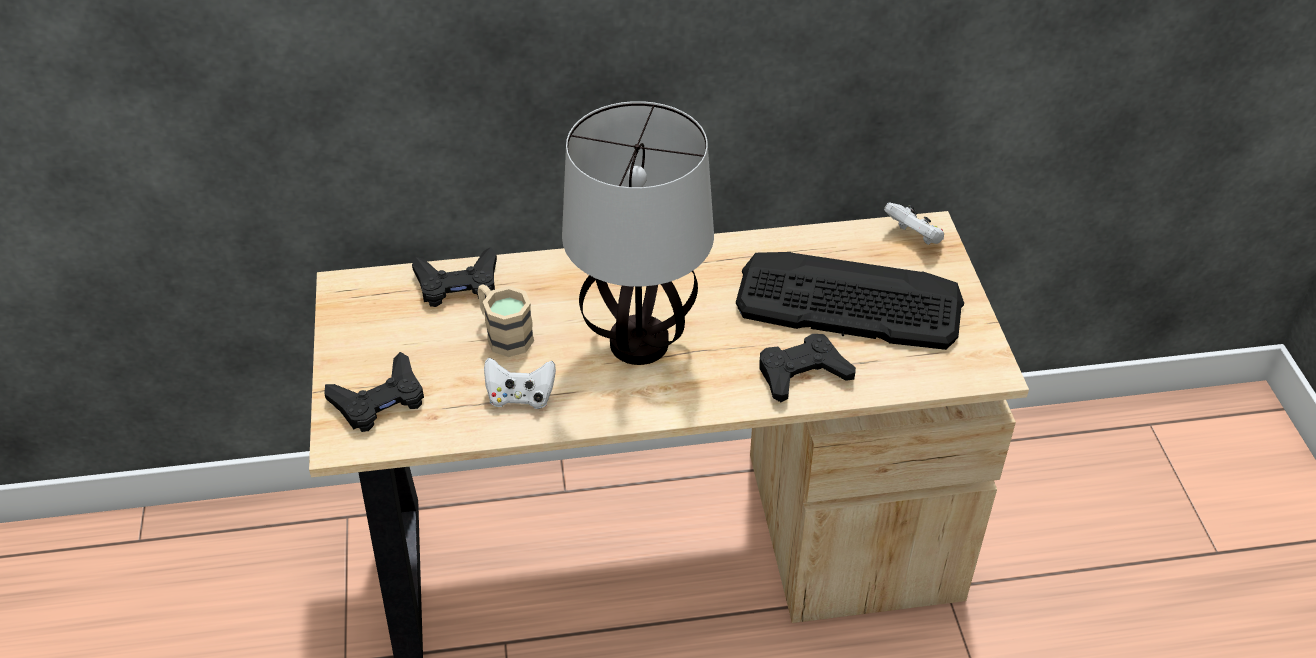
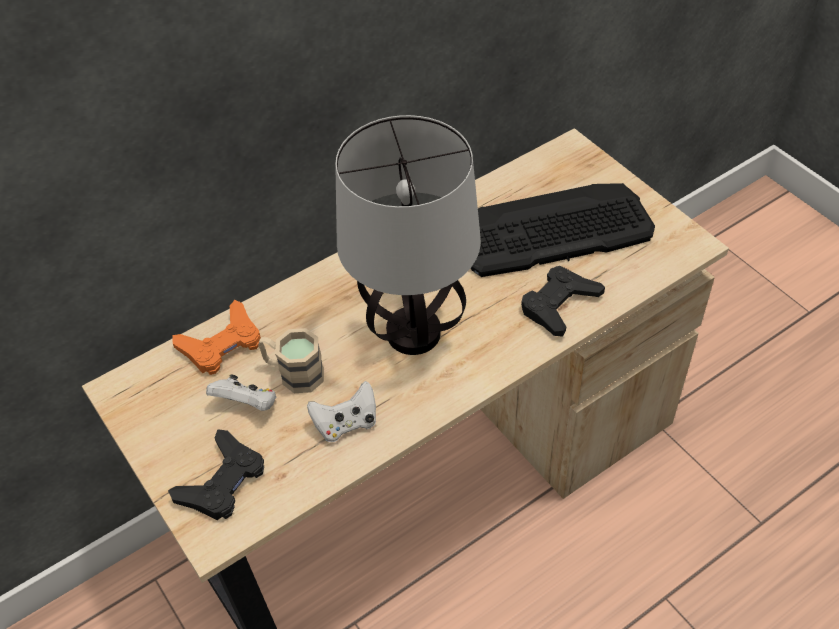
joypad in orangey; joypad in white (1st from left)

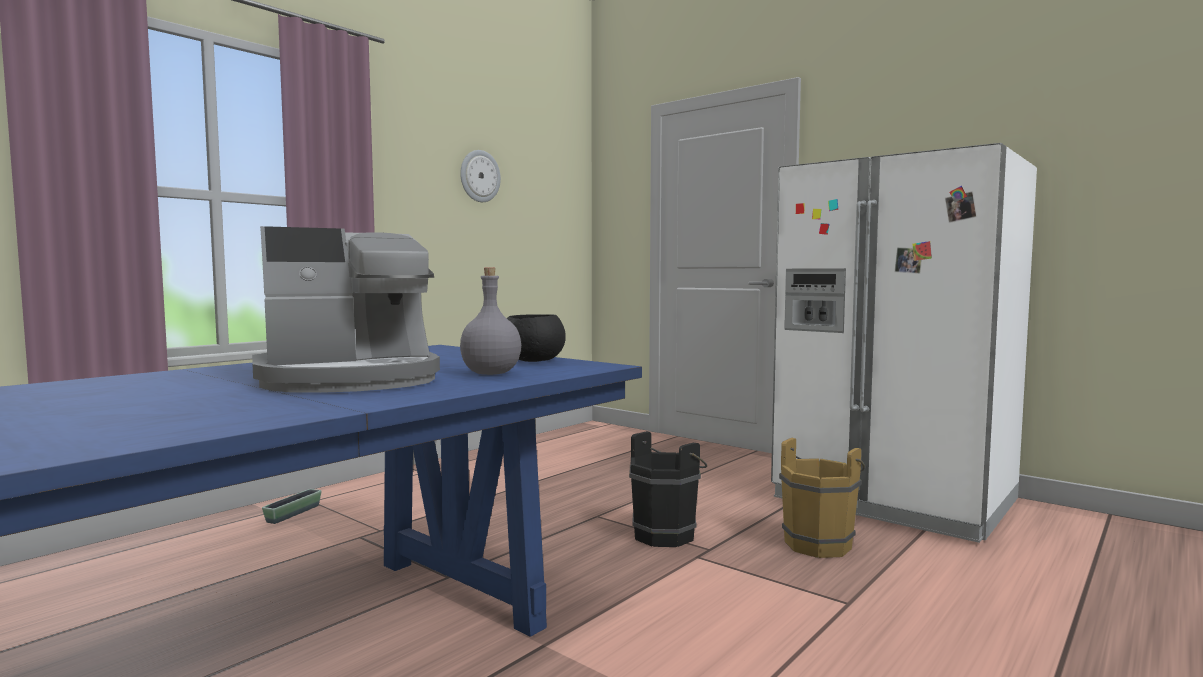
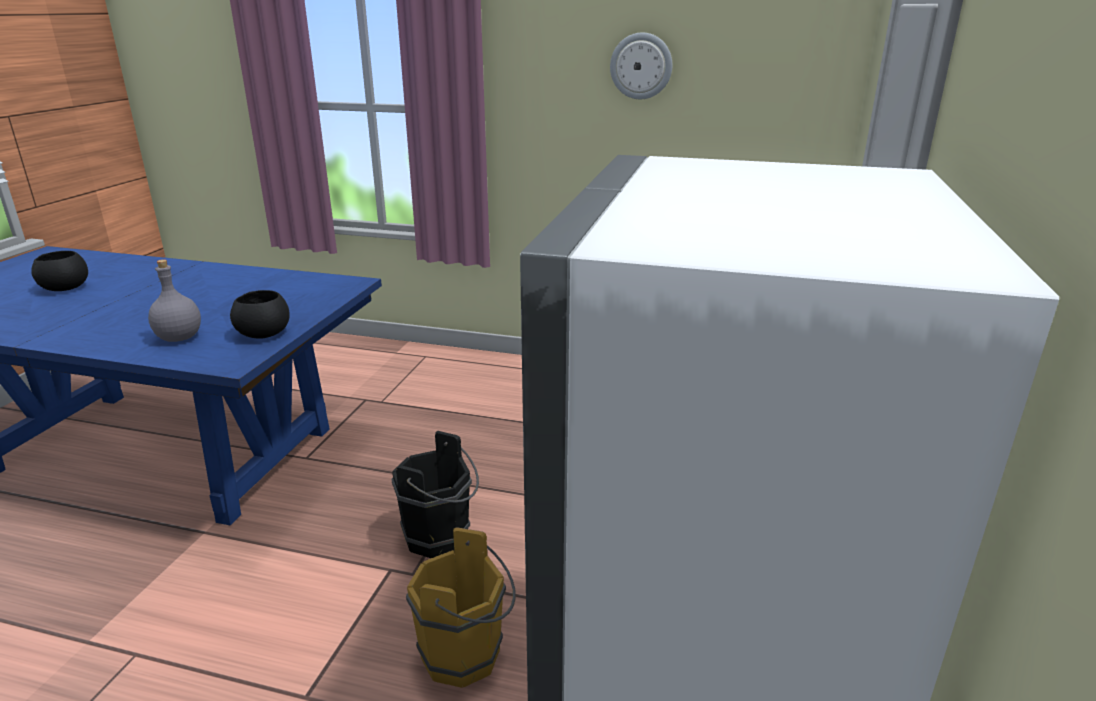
coffee machine; plant pot; serving bowl in blackish (1st from left)

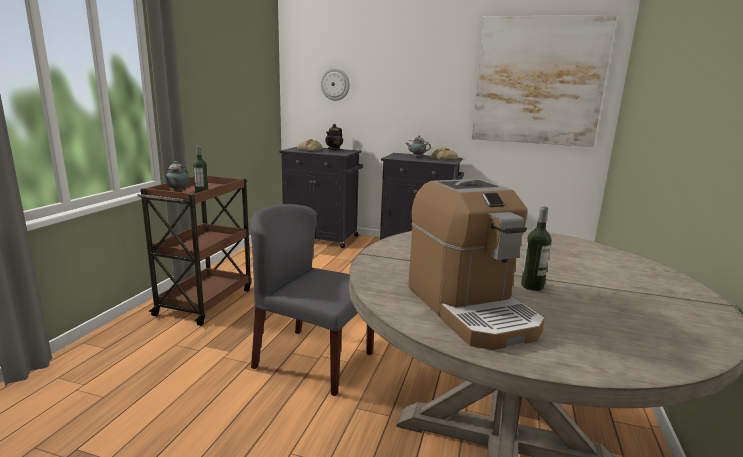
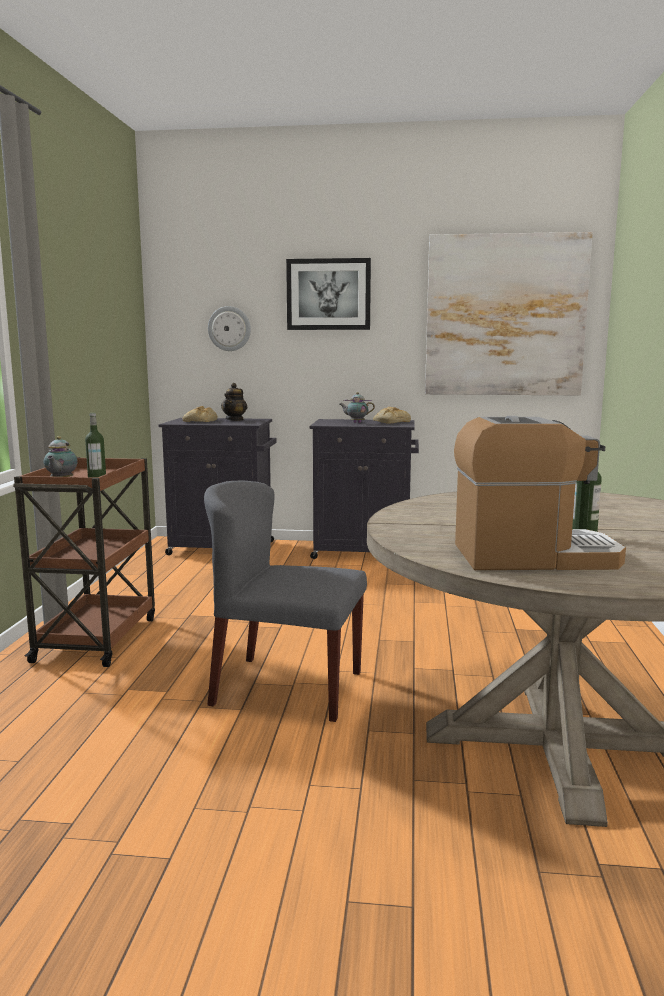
coffee machine; picture (1st from left)

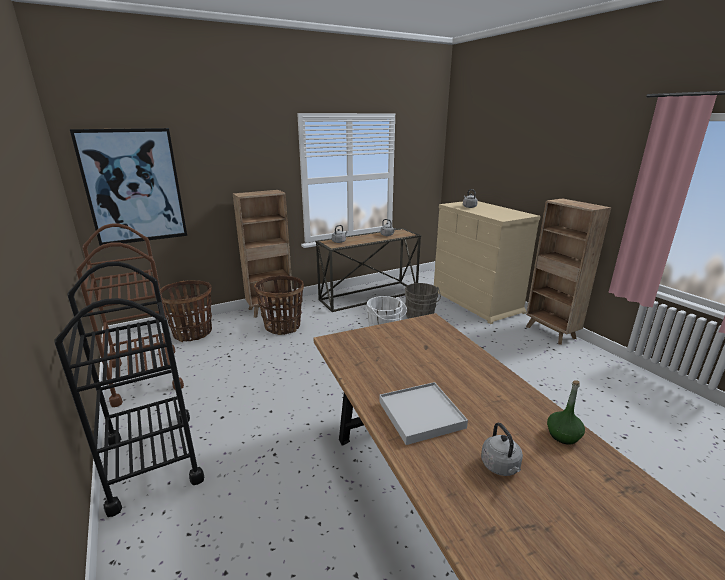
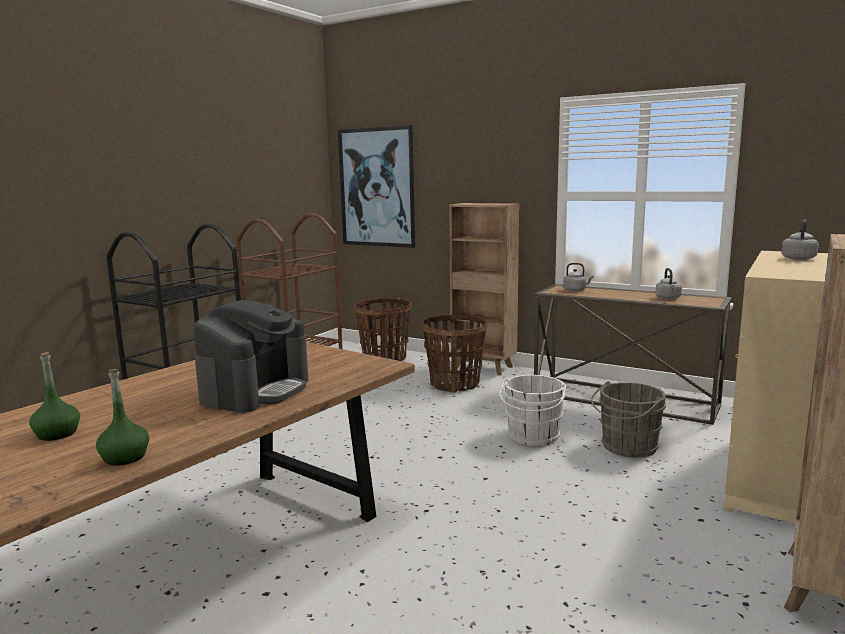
serving tray in white; beverage bottle in green-coloured (1st from left); coffee machine

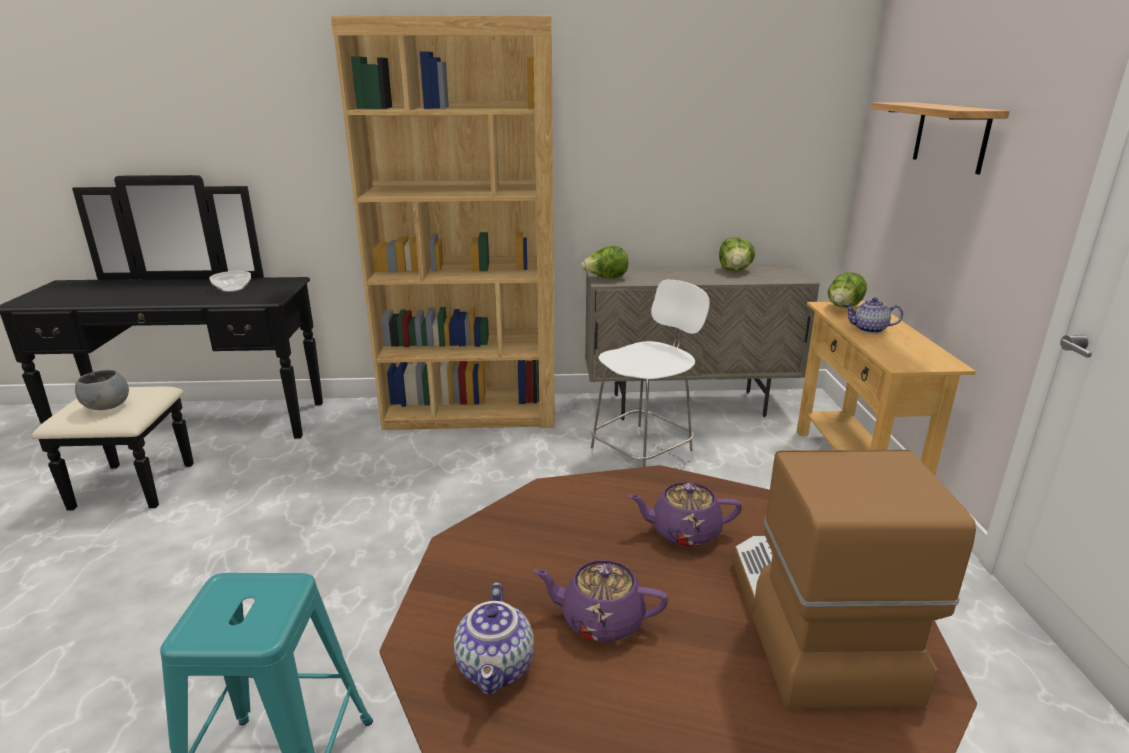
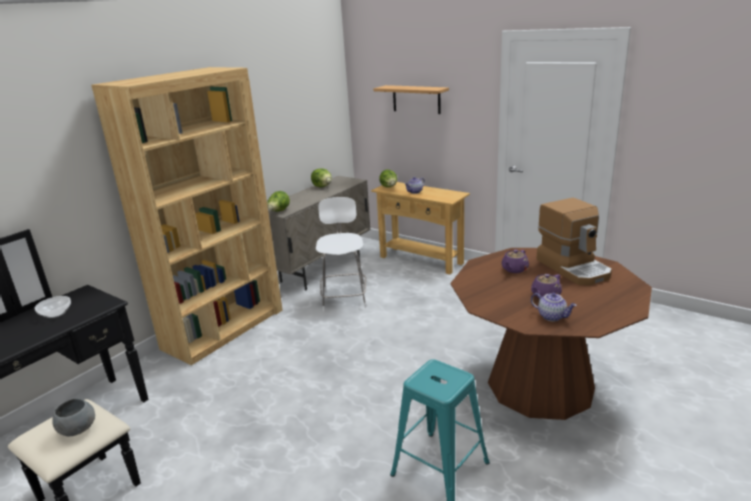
coffee machine

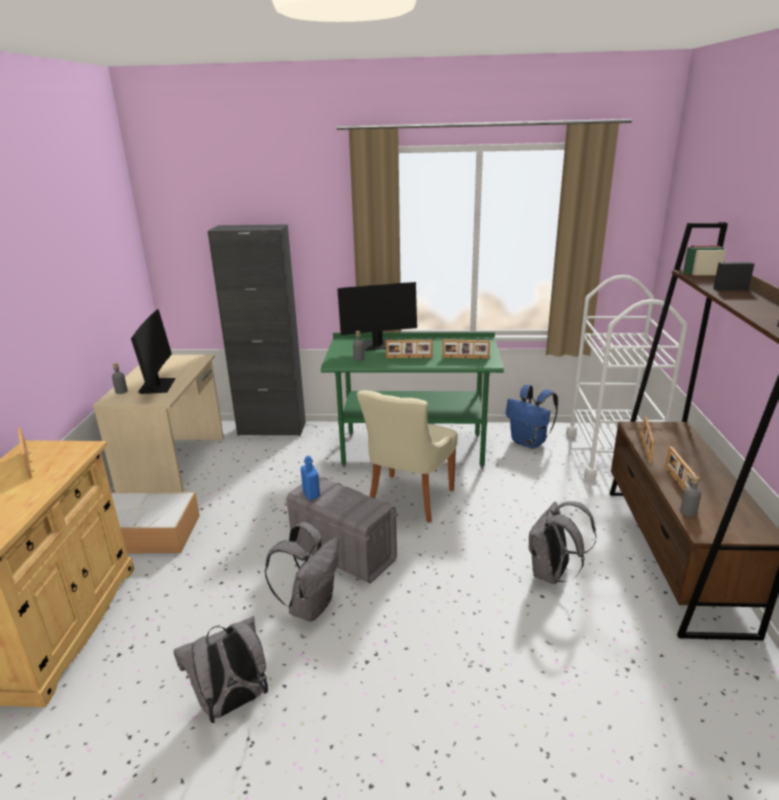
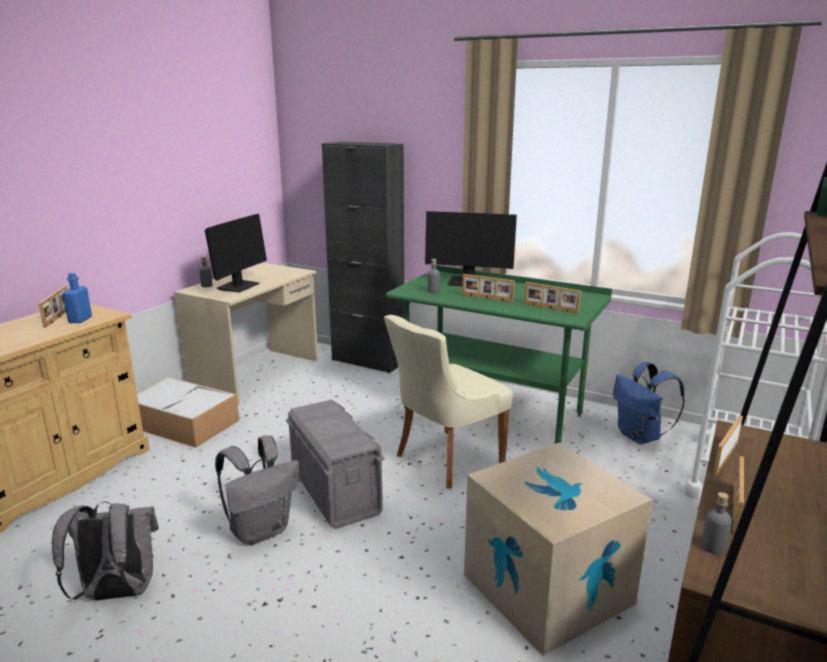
beverage bottle in blue-coloured; packing box

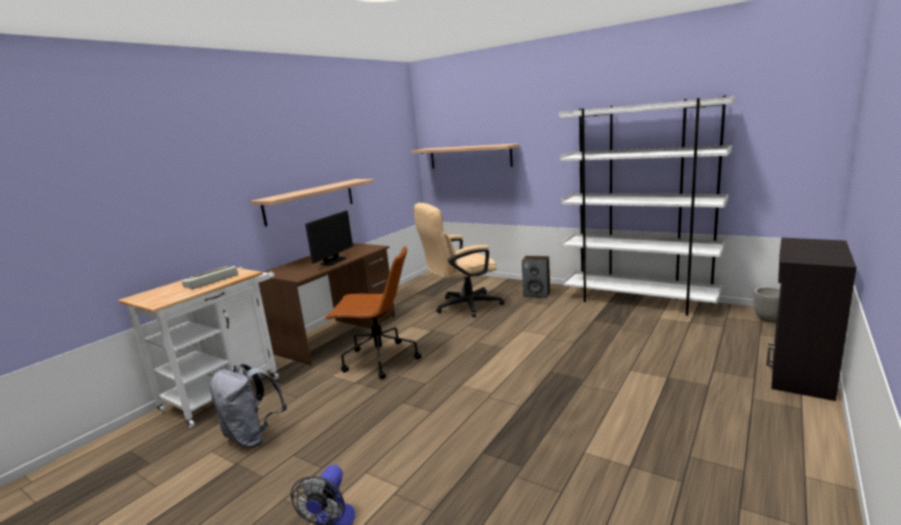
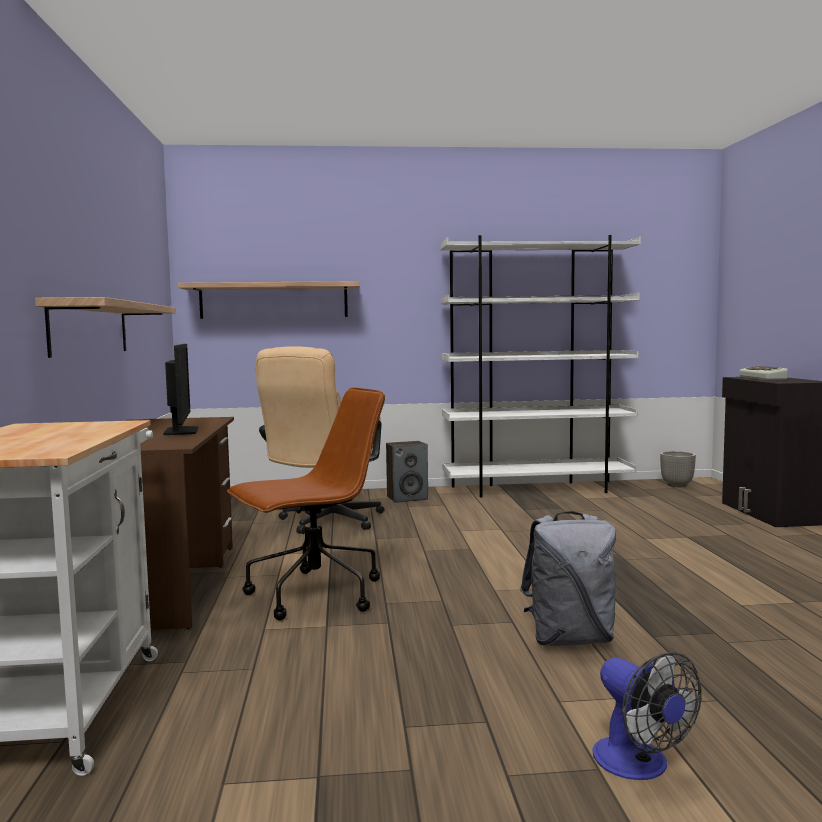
PC keyboard; rucksack in gray

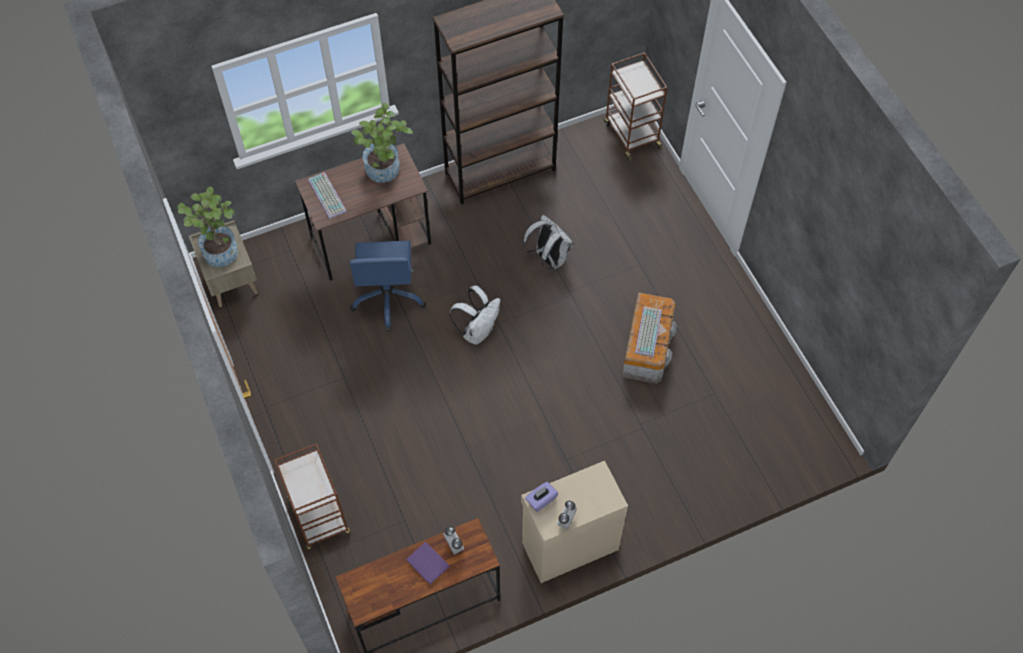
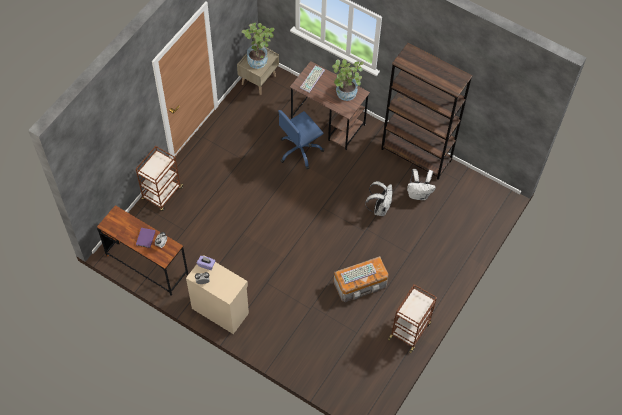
rucksack in white (2nd from left); trolley in brown (2nd from left)

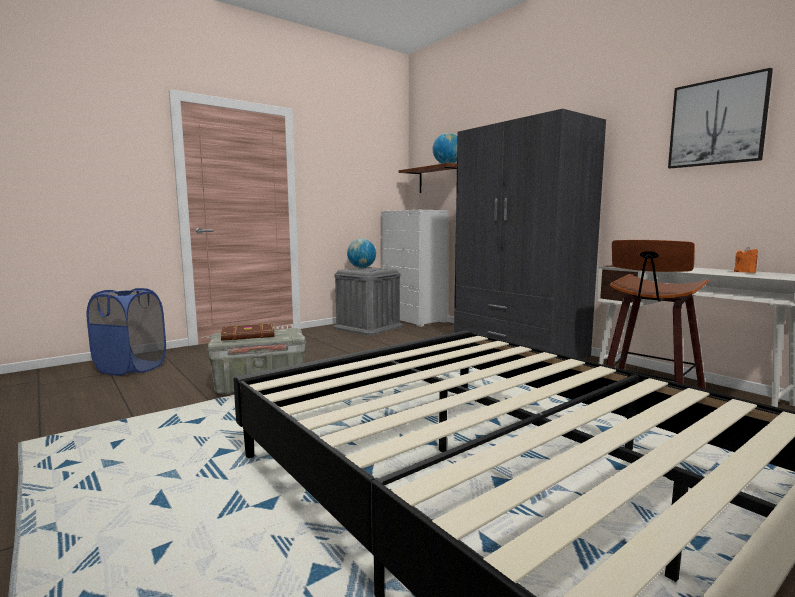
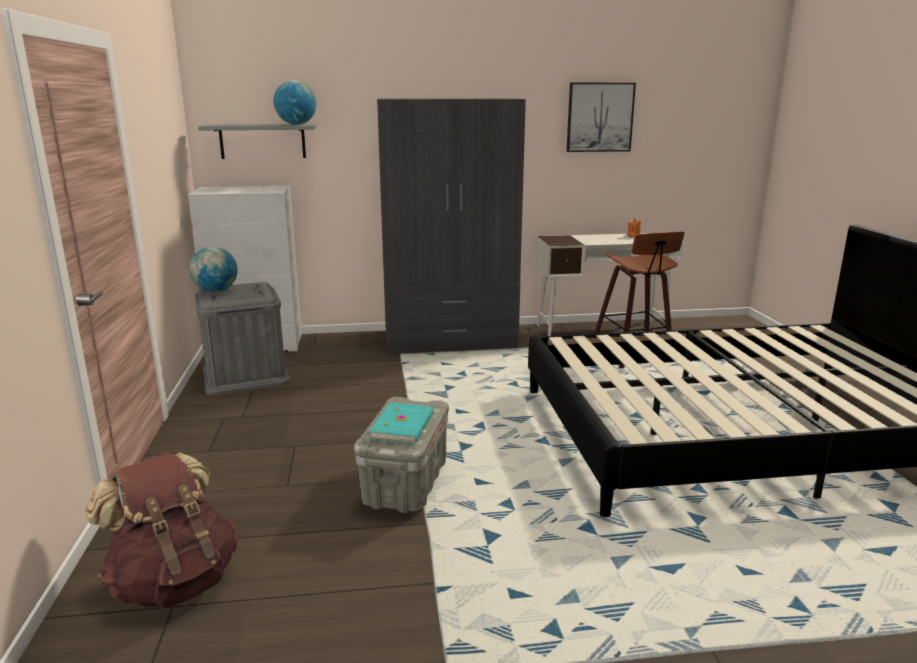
rucksack in brown; bound book in blue-green; wall shelf in gray

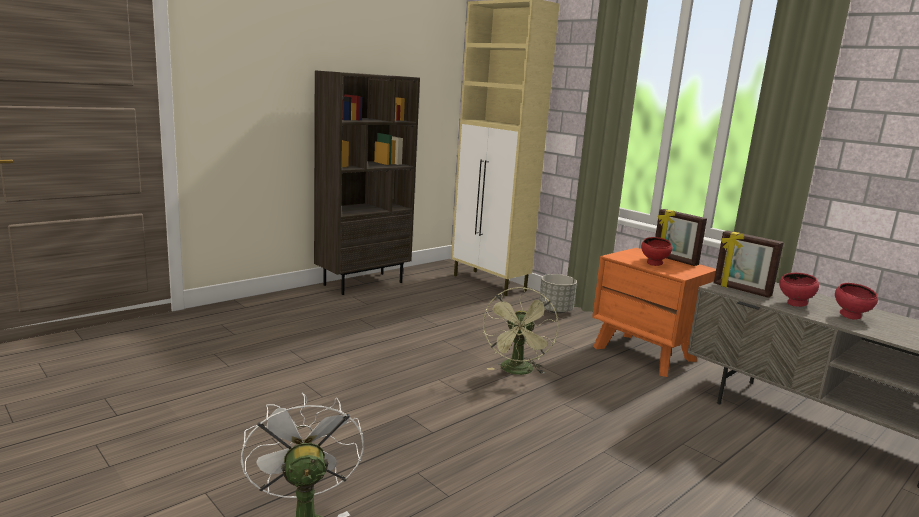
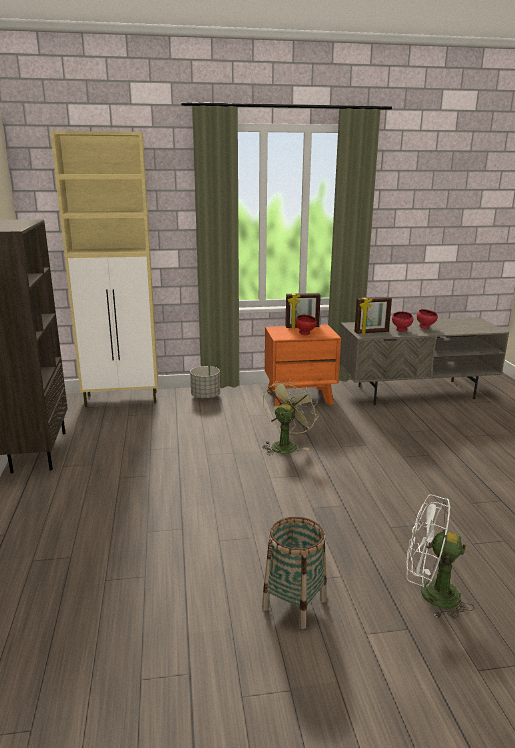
electric fan in green-coloured; basket

